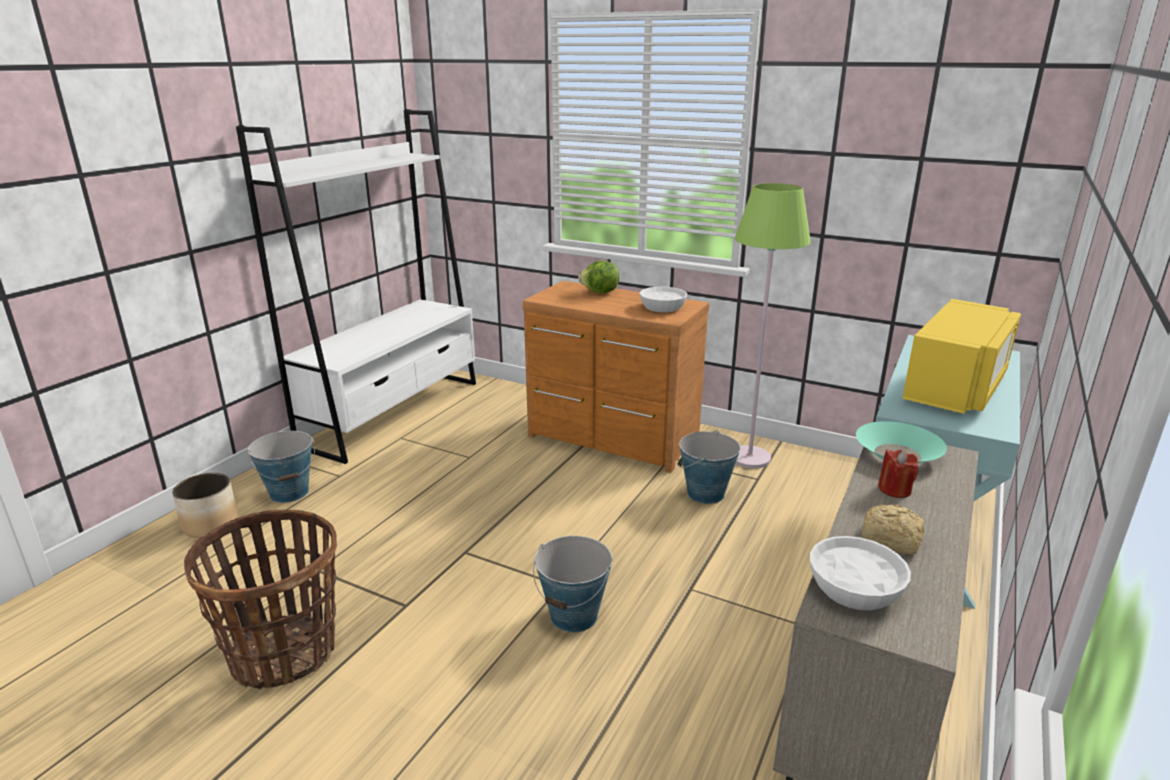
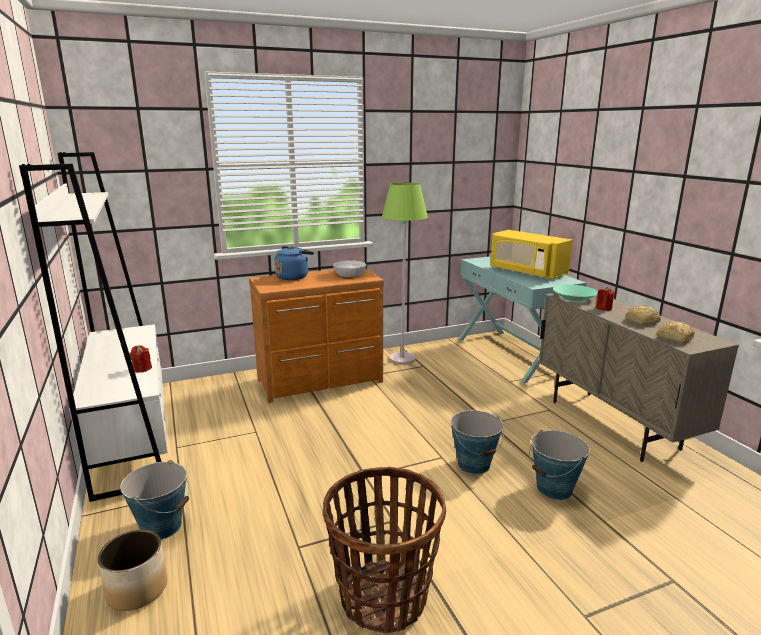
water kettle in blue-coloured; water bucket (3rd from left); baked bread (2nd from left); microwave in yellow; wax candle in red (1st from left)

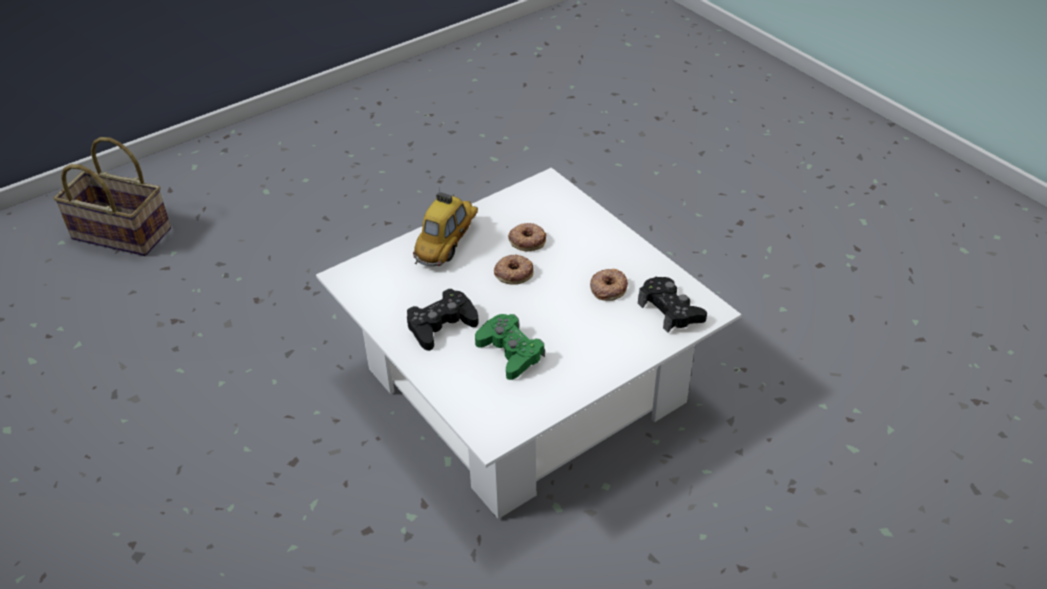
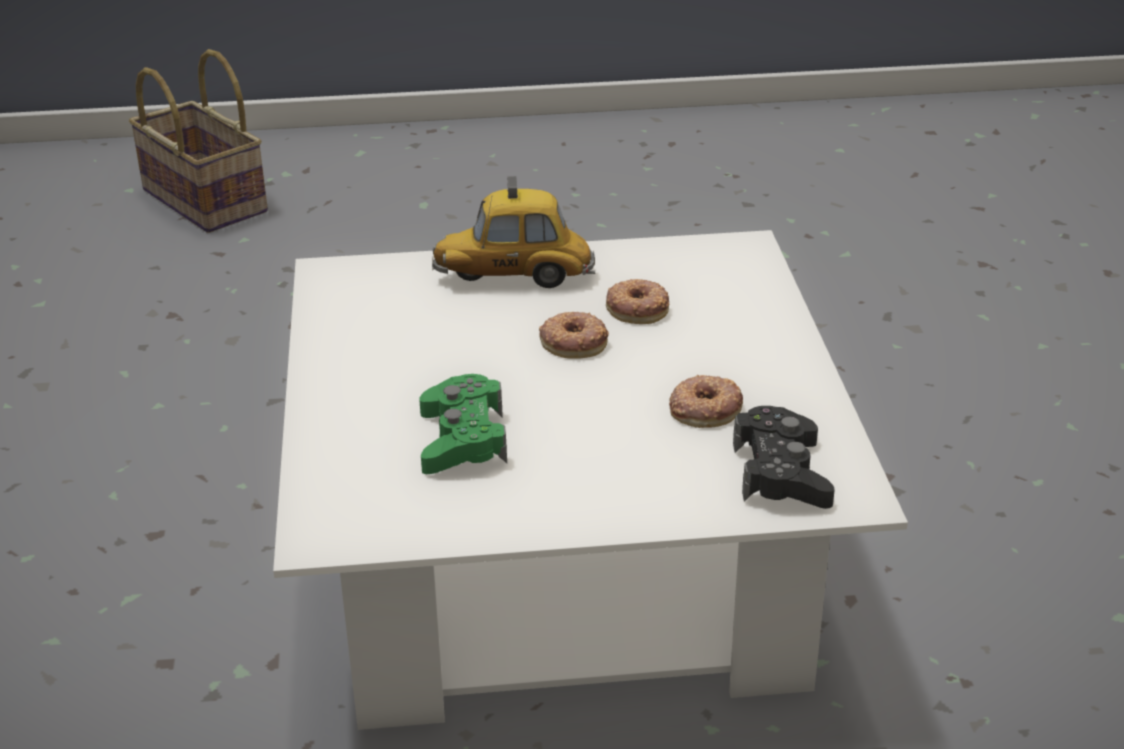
joypad in blackish (1st from left in the first image); model car

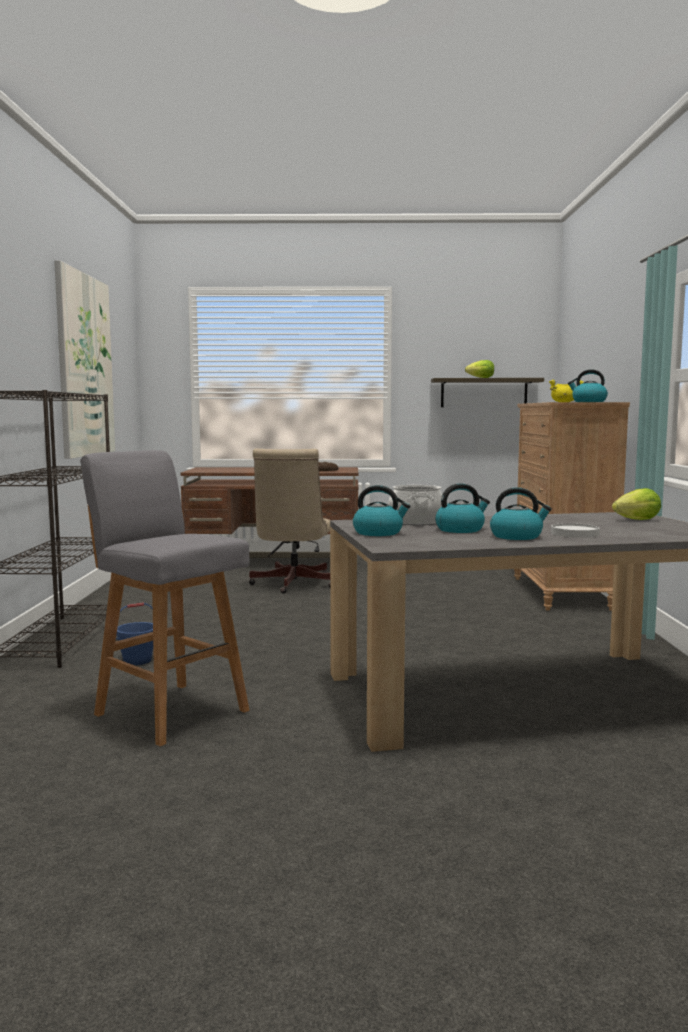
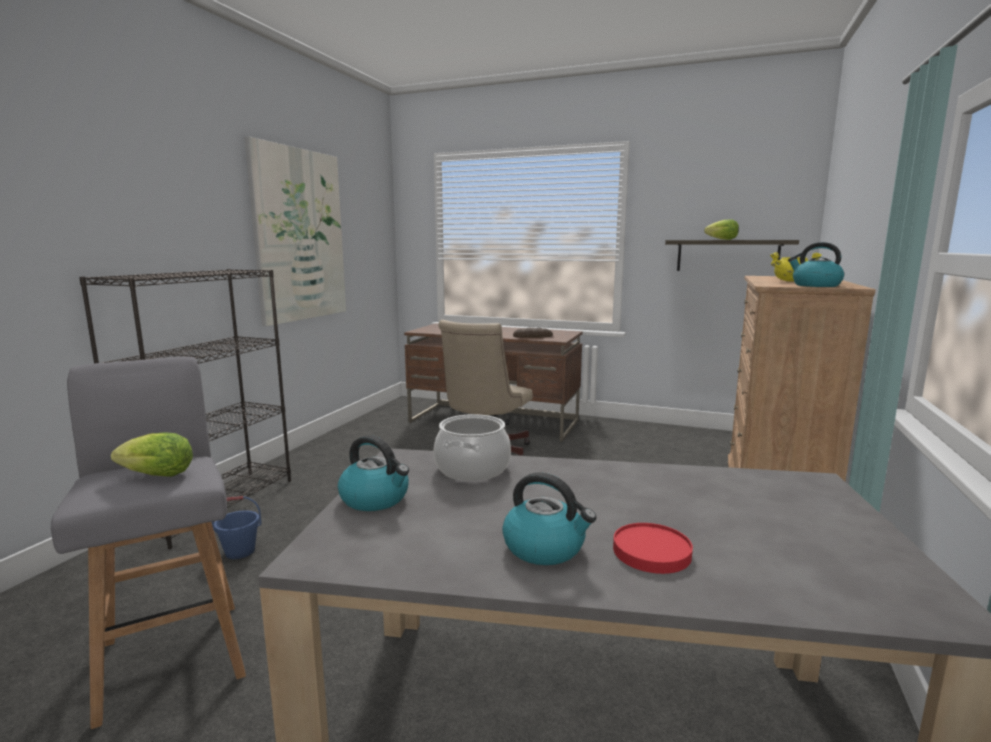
water kettle (2nd from left in the first image); dinner plate in red; lettuce (1st from left)

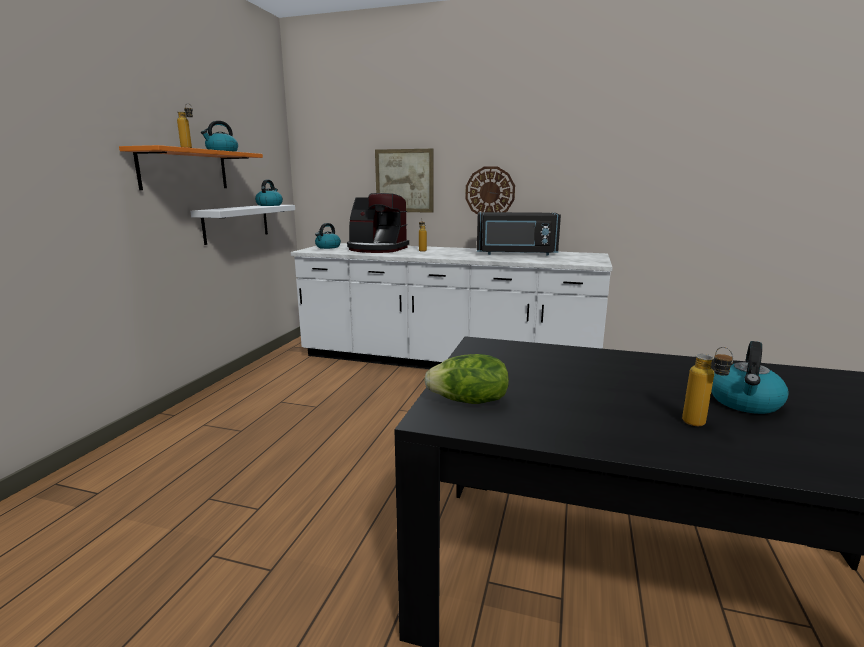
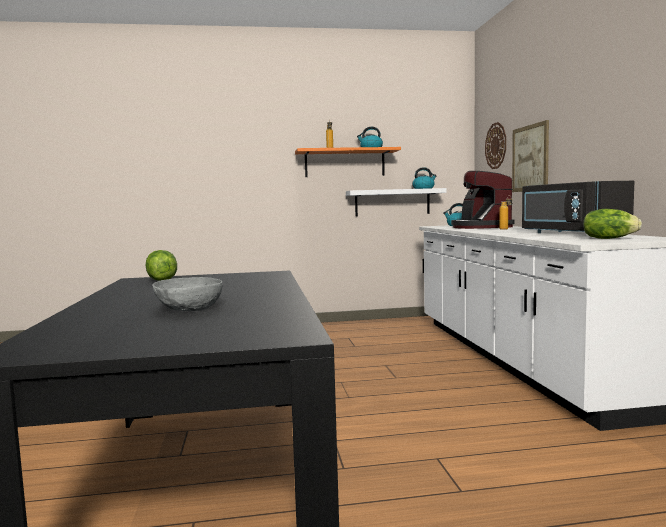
clock on the wall; beverage bottle (3rd from left in the first image); serving bowl in gray; lettuce (2nd from left)

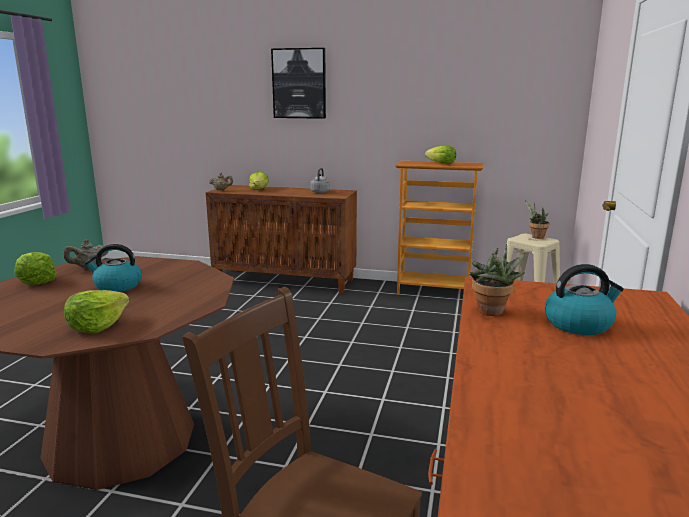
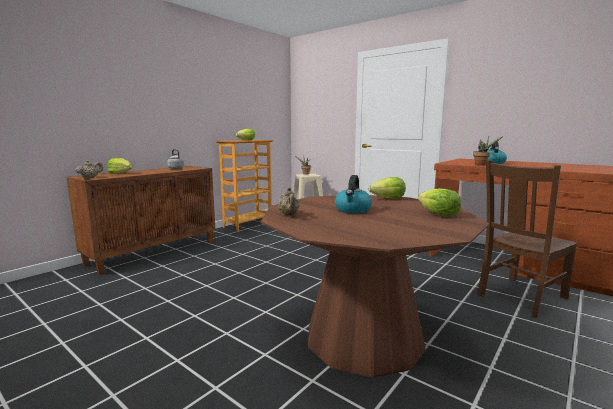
lettuce (3rd from left); picture

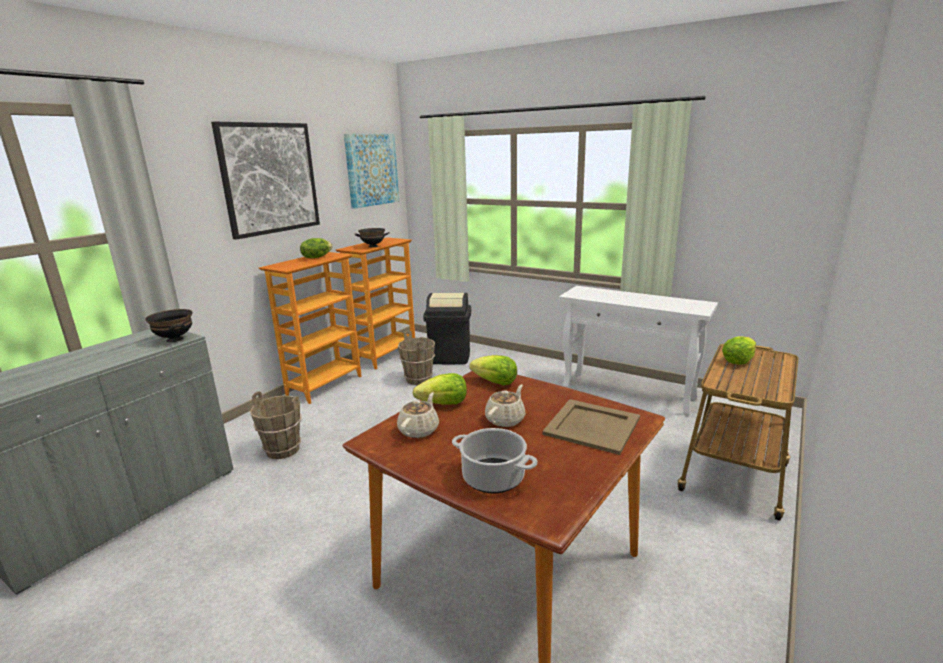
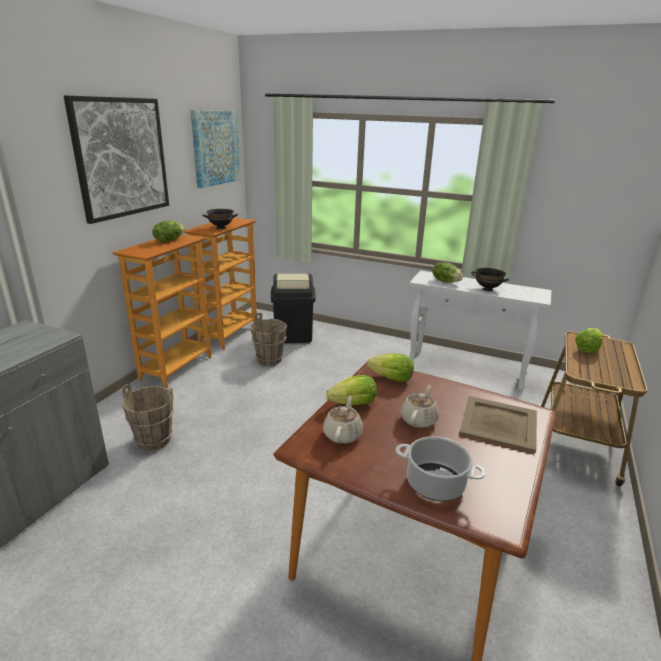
serving bowl in blackish (2nd from left); lettuce (4th from left)

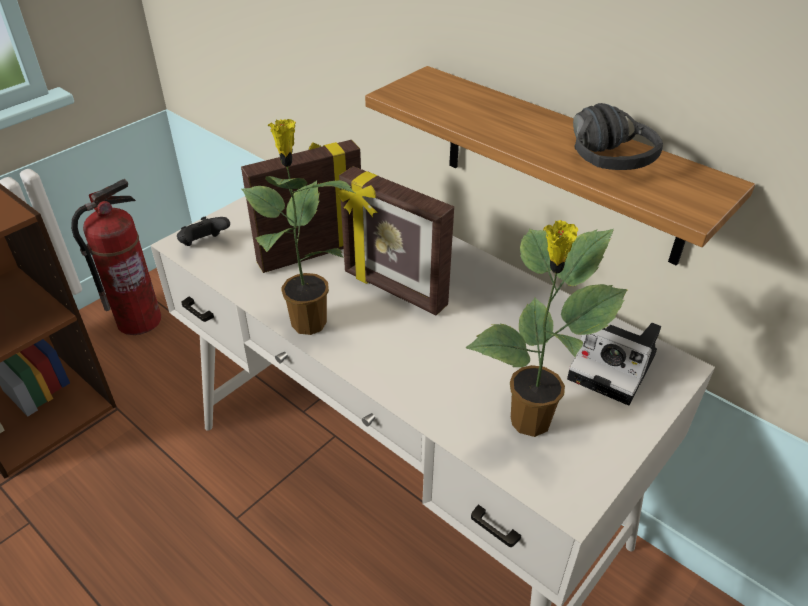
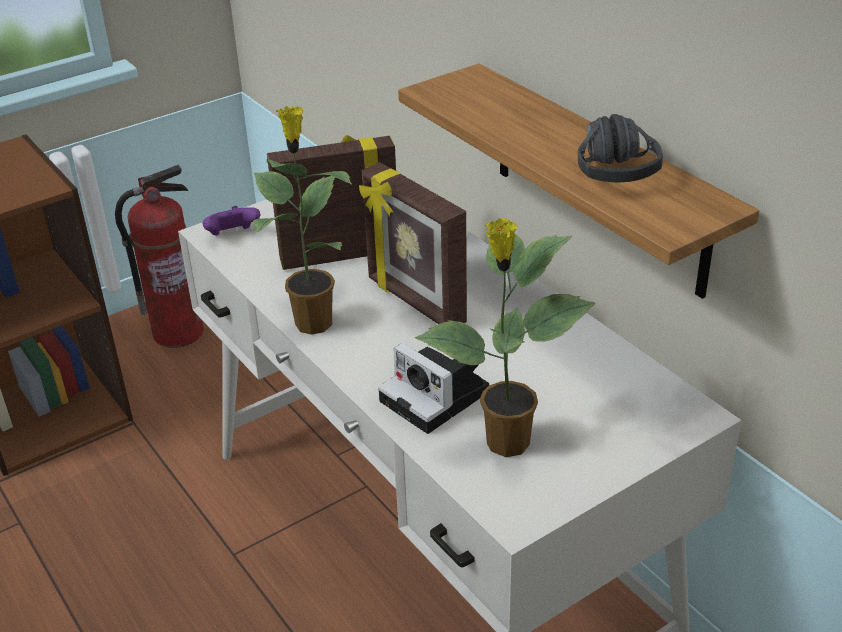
joypad in purple-coloured; photo camera

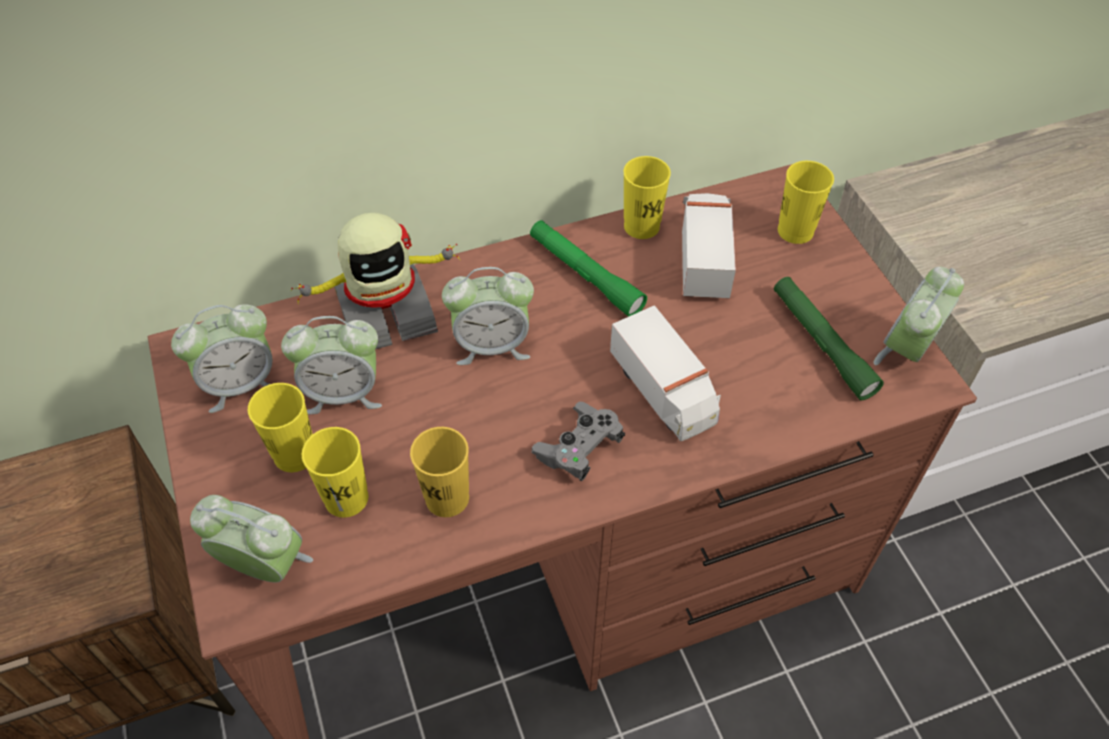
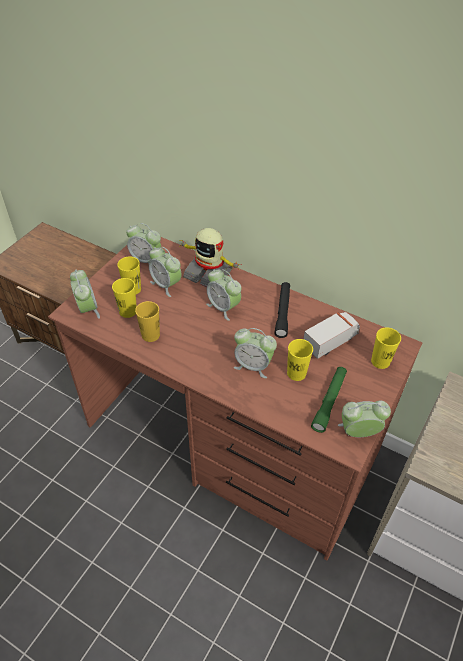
hand torch in blackish; joypad in gray; bedside clock (5th from left); cup in yellow (4th from left)

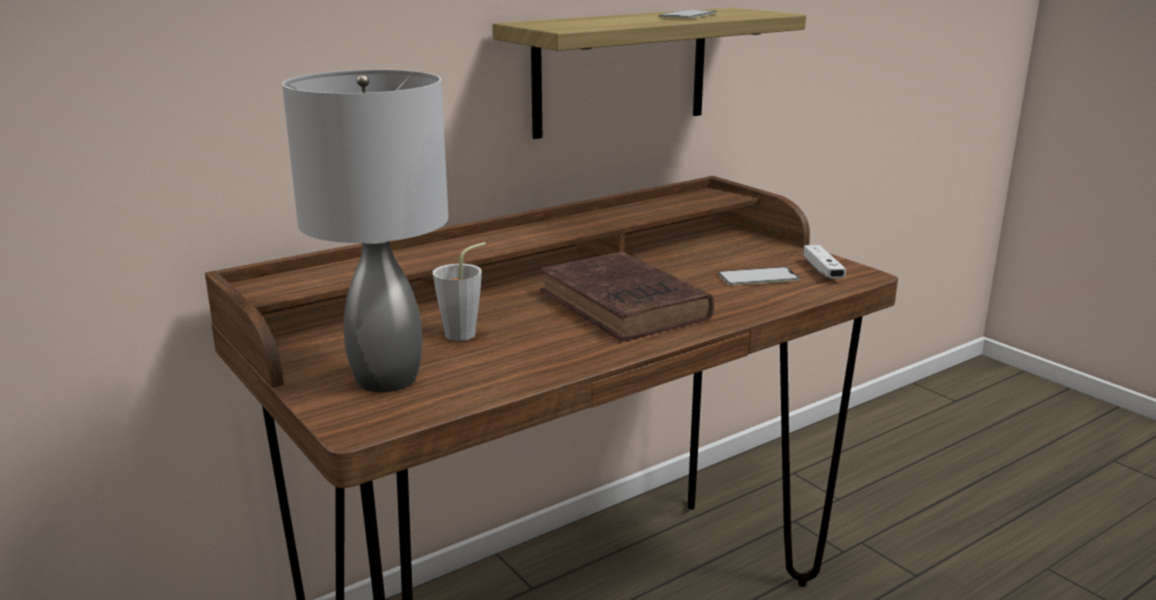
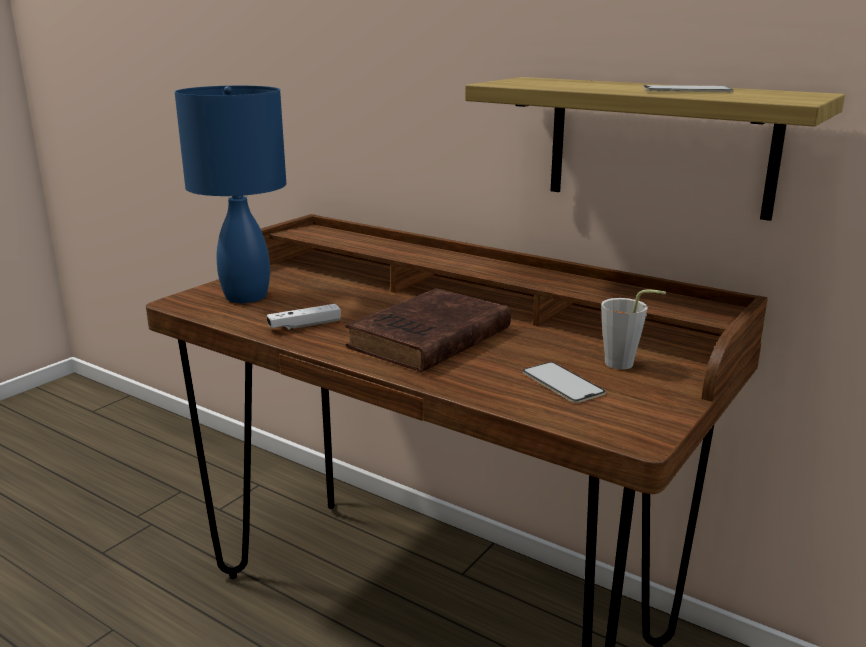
tabletop lamp in blue-coloured; cup in gray; joypad in white

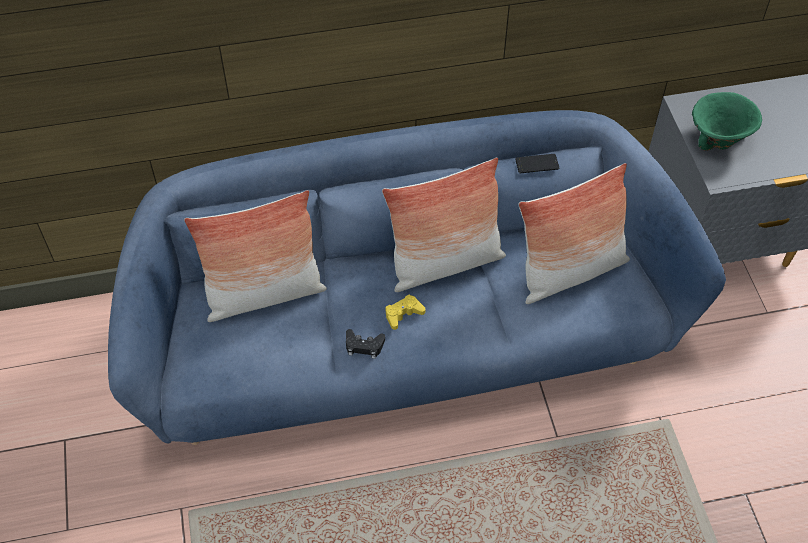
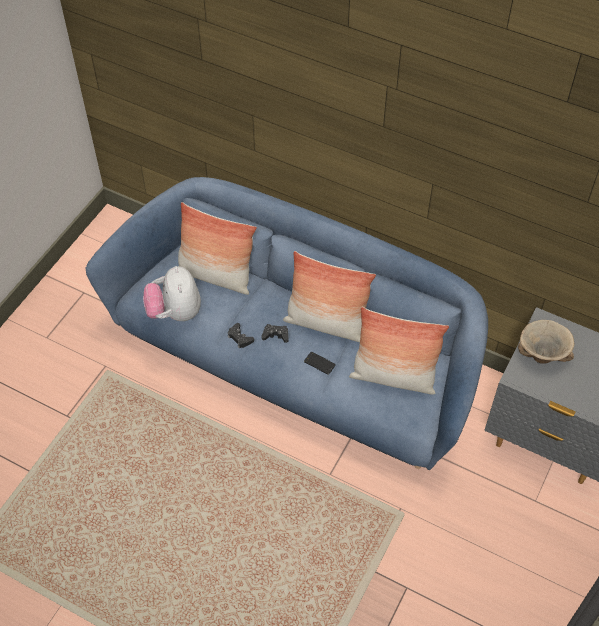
joypad in blackish (2nd from left); telephone; serving bowl in sand-coloured; plush toy

